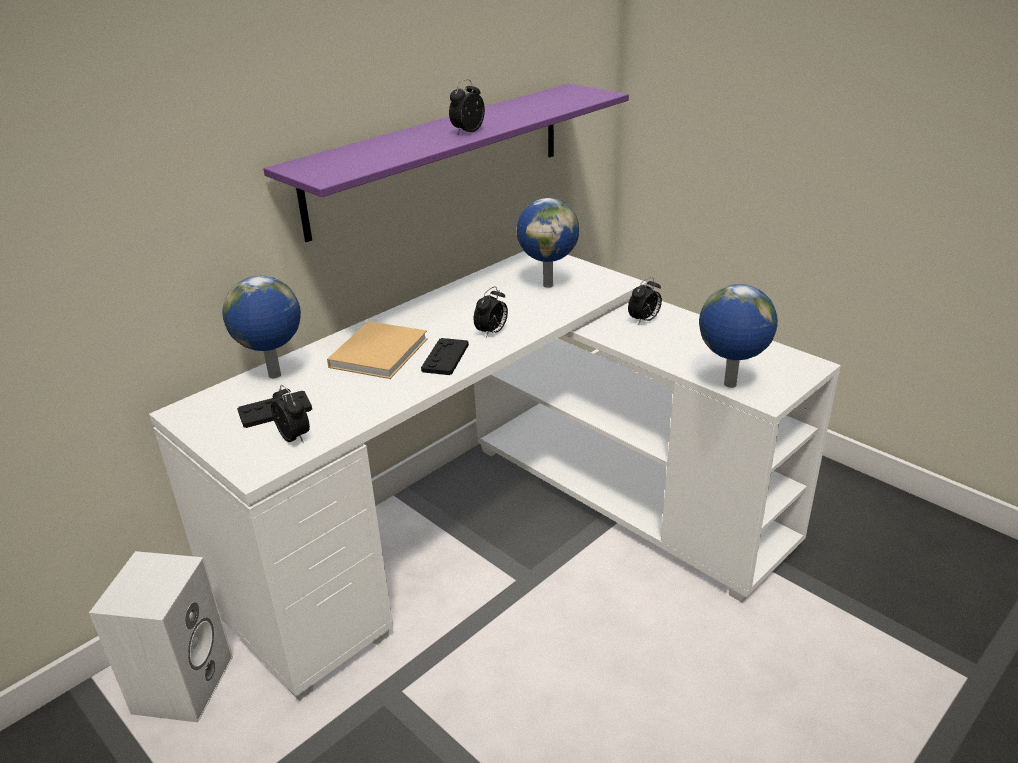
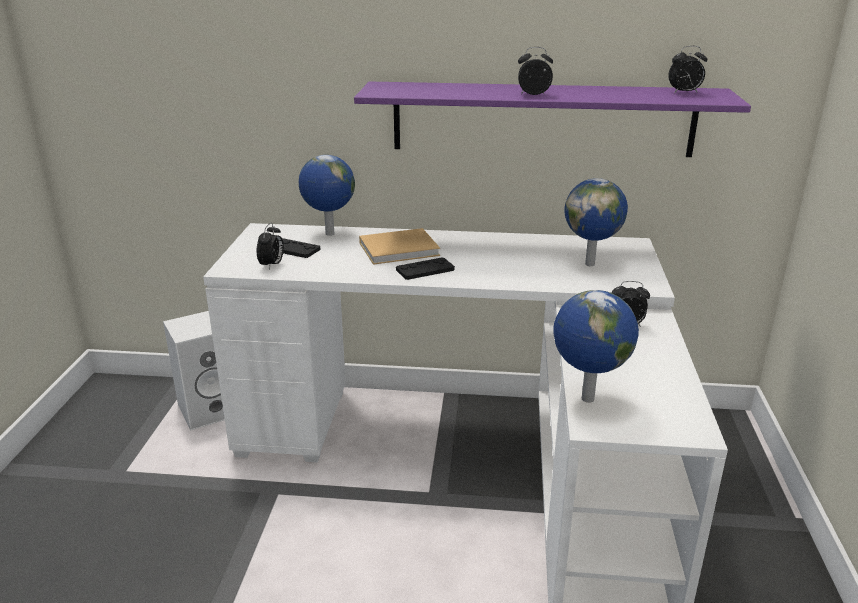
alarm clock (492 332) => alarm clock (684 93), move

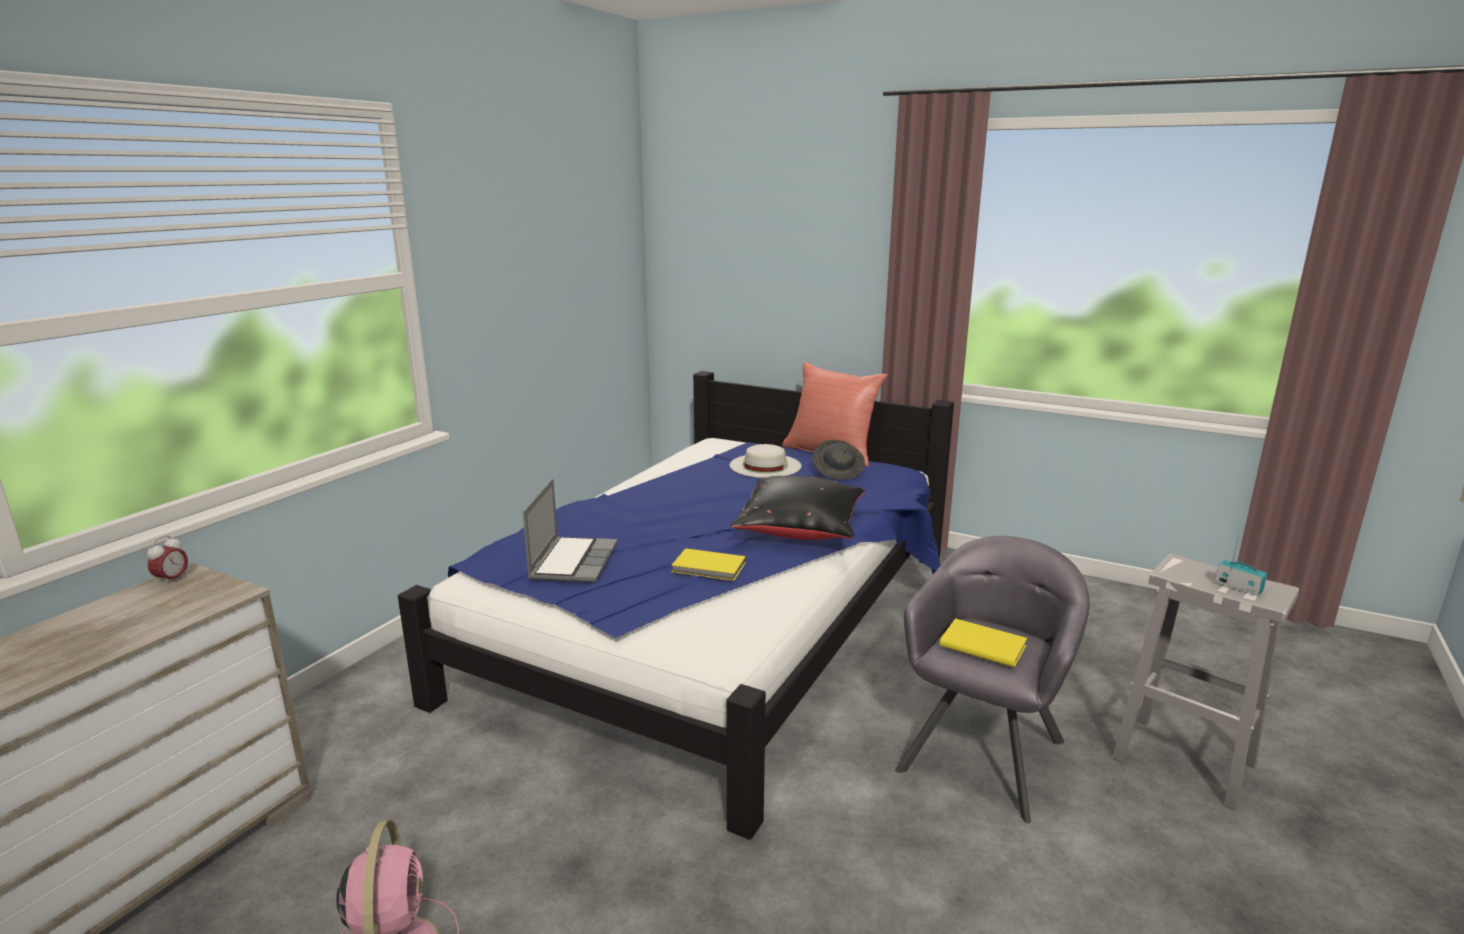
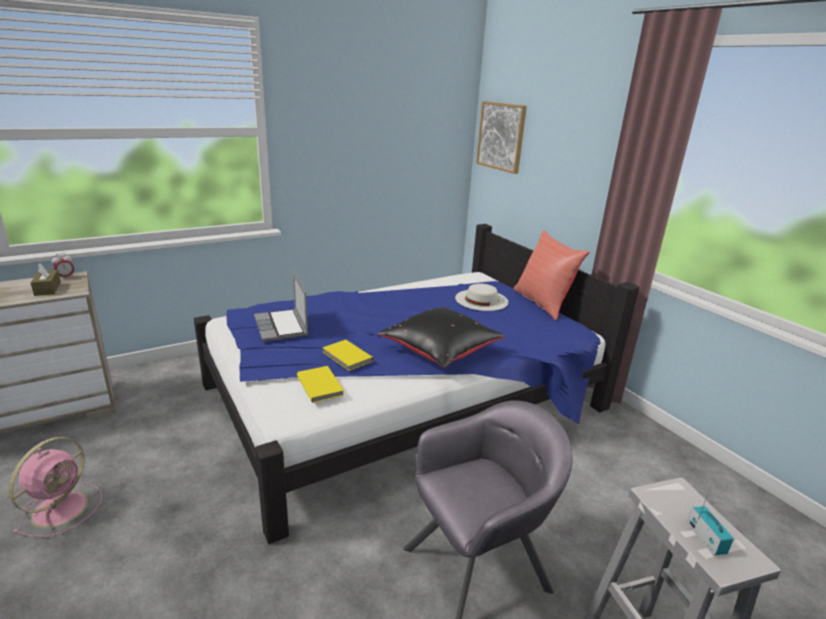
laptop (573 561) => laptop (282 327), 120 degrees clockwise
grey hat (838 472) => nothing
yellow book (982 644) => yellow book (321 385), move
nothing => brown tissue box (47 289)
nothing => picture (501 136)

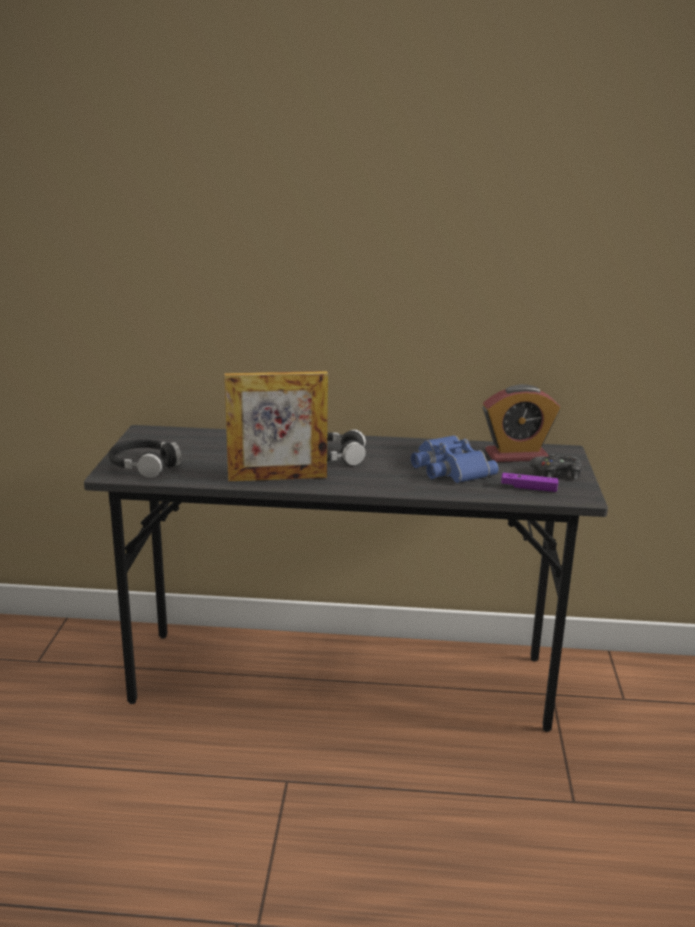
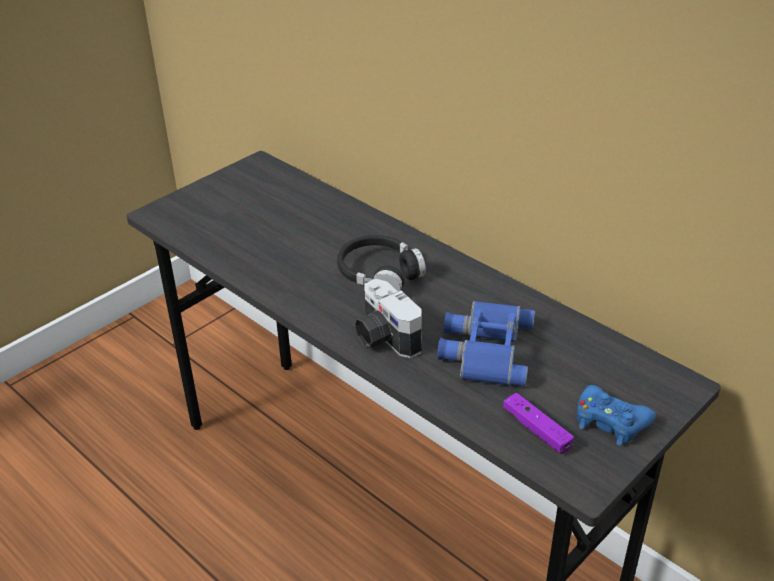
black headphones (144 466) => nothing
picture frame (277 478) => nothing
alarm clock (516 455) => nothing
black game controller (557 474) => blue game controller (610 422)
nothing => photo camera (383 338)

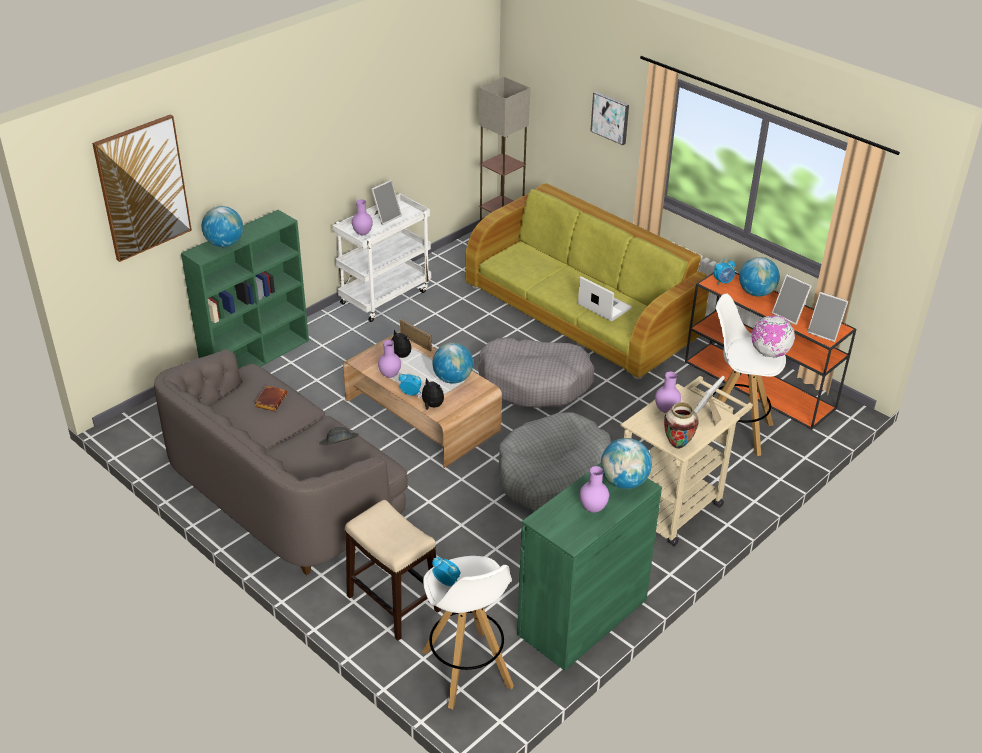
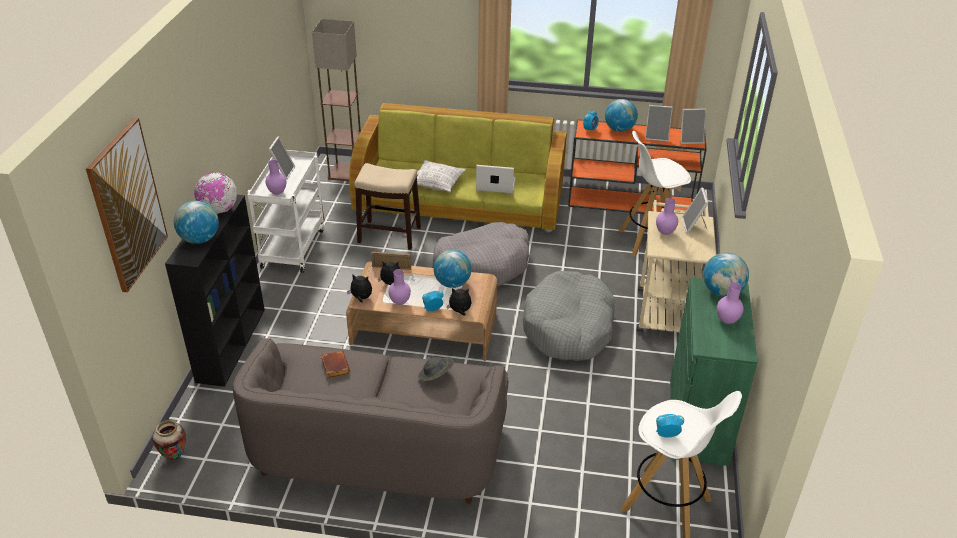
green bookcase (257 357) => black bookcase (231 344)
stool (394 603) => stool (390 235), move
picture (610 117) => nothing
vase (677 445) => vase (175 456), move
globe (769 353) => globe (219 210), move
nothing => plush toy (361 298)
nothing => pillow (437 183)

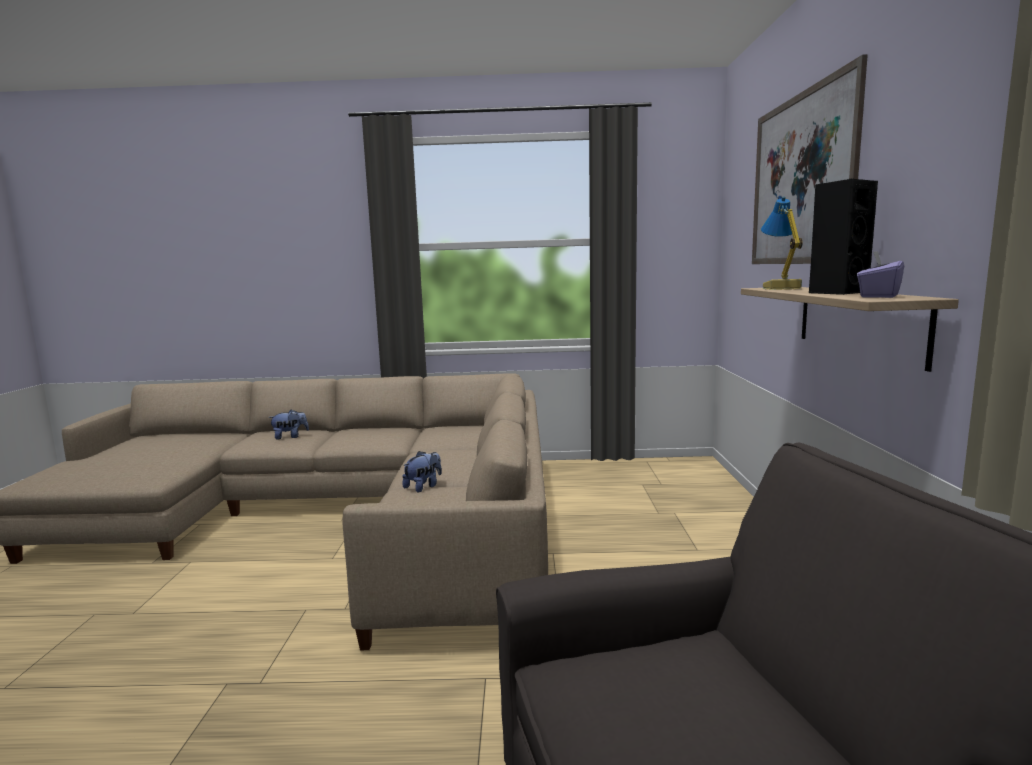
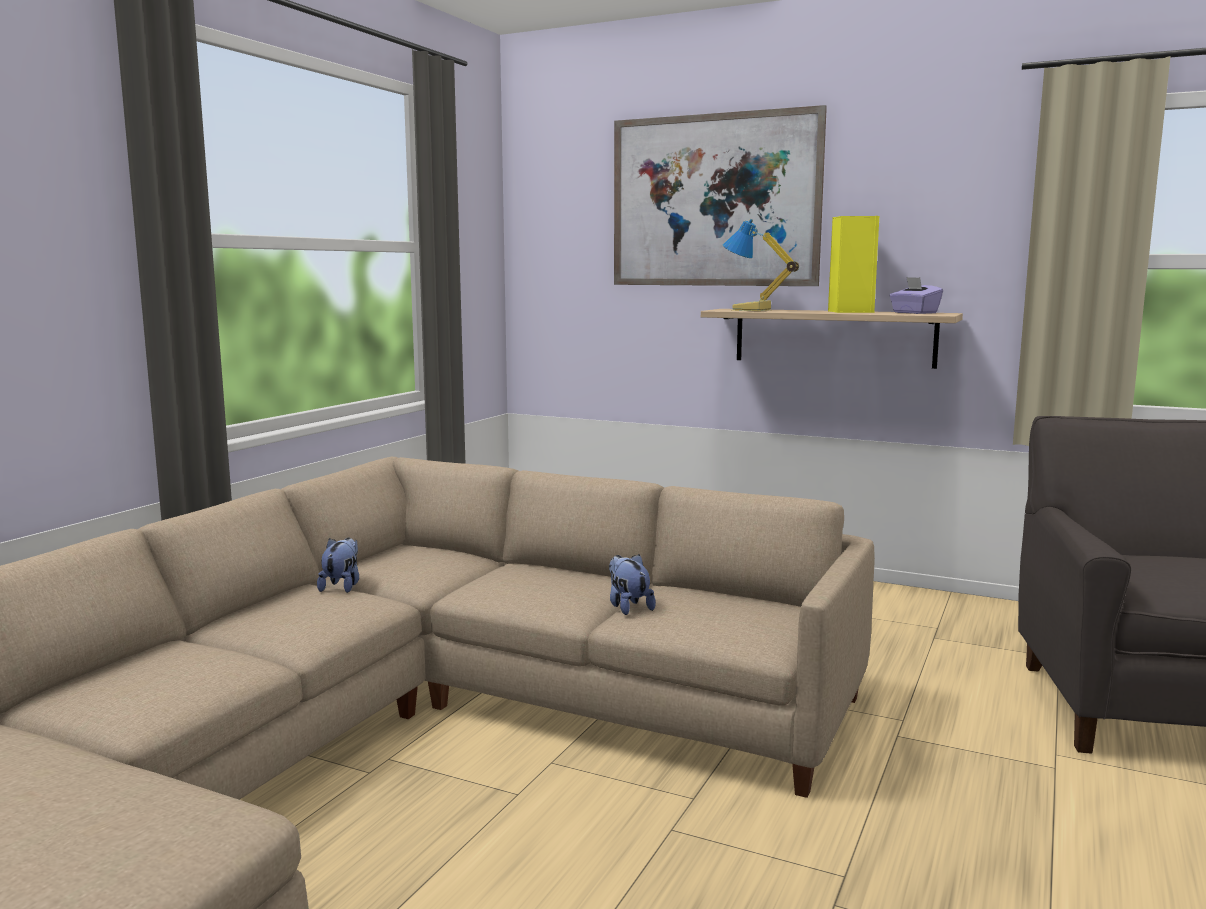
plush toy (290 437) => plush toy (342 586), move
black speaker (836 293) => yellow speaker (849 312)

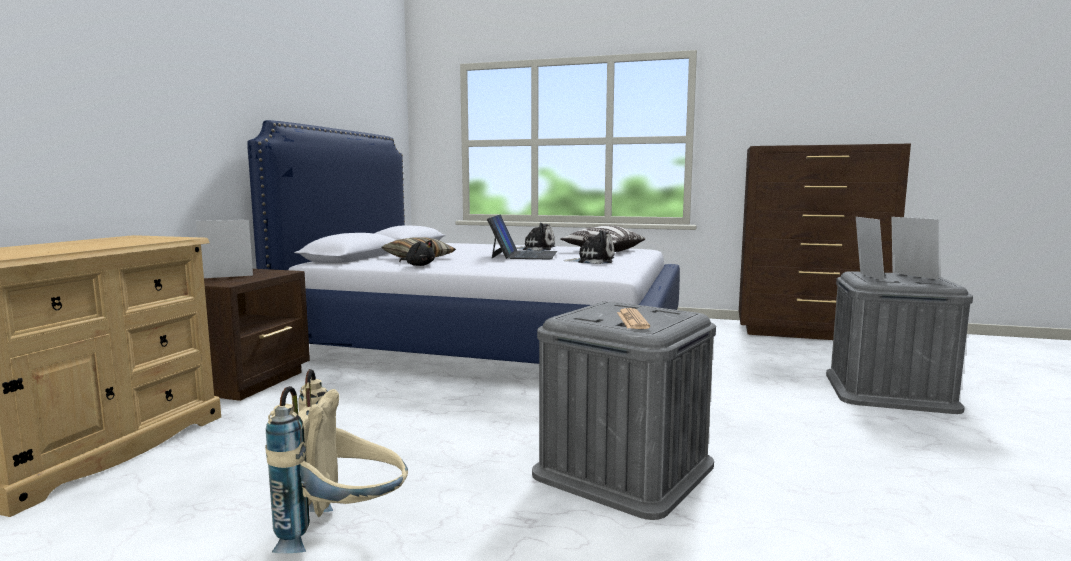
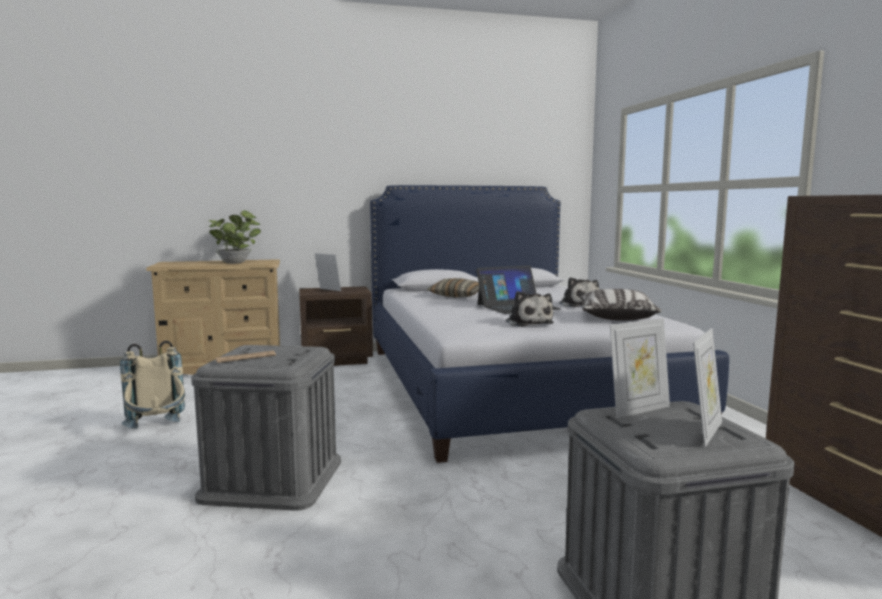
black plush toy (419 265) => nothing
nothing => potted plant (236 262)

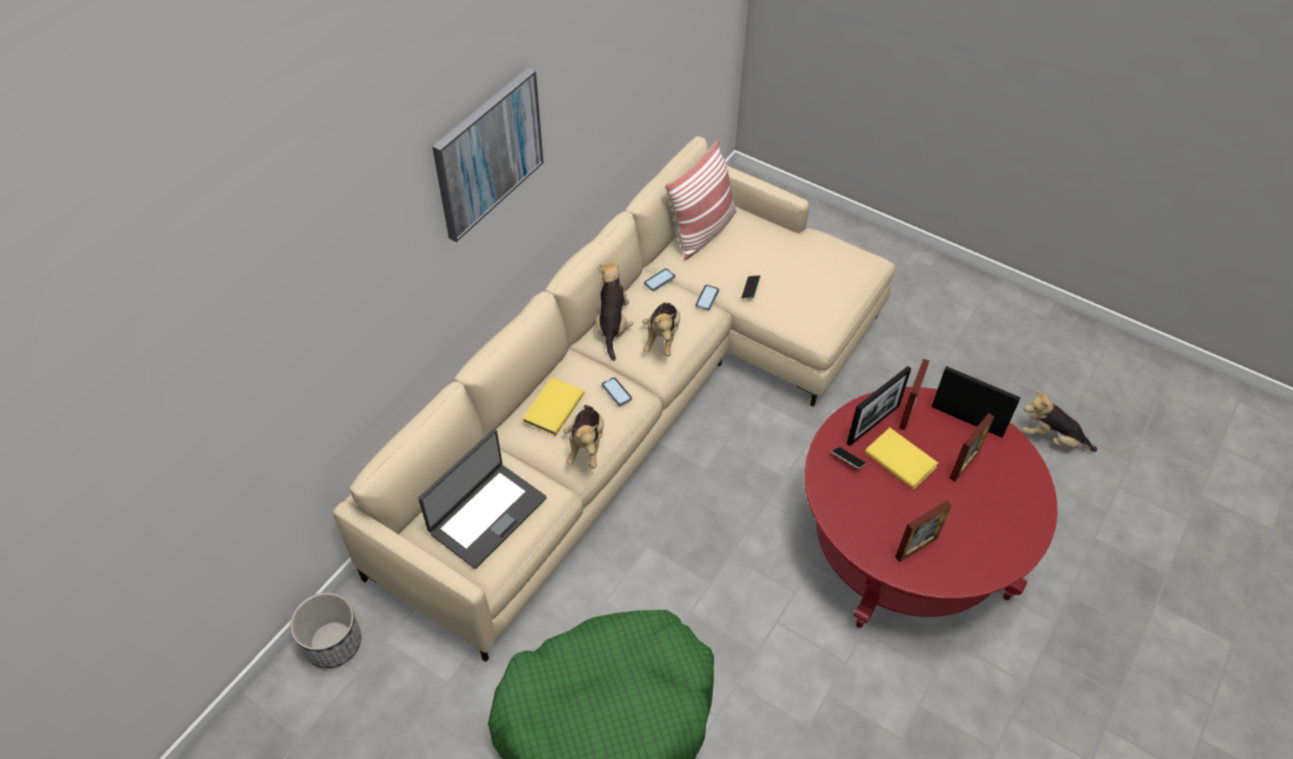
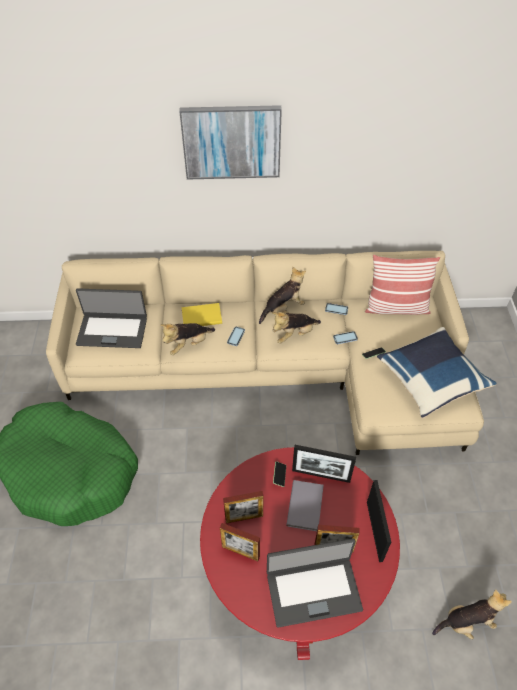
planter (333 643) => nothing
yellow book (900 458) => grey book (306 505)
picture frame (908 412) => picture frame (244 517), move
plush toy (1052 439) => plush toy (467 622), 90 degrees clockwise
nothing => laptop (313 590)
nothing => blue pillow (430 380)

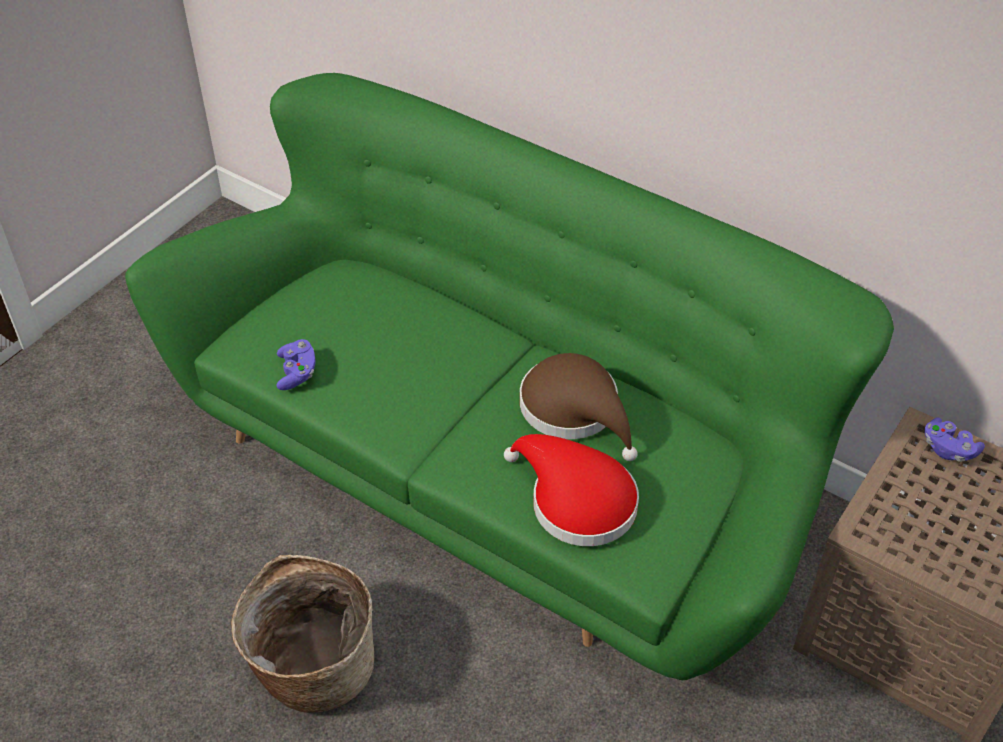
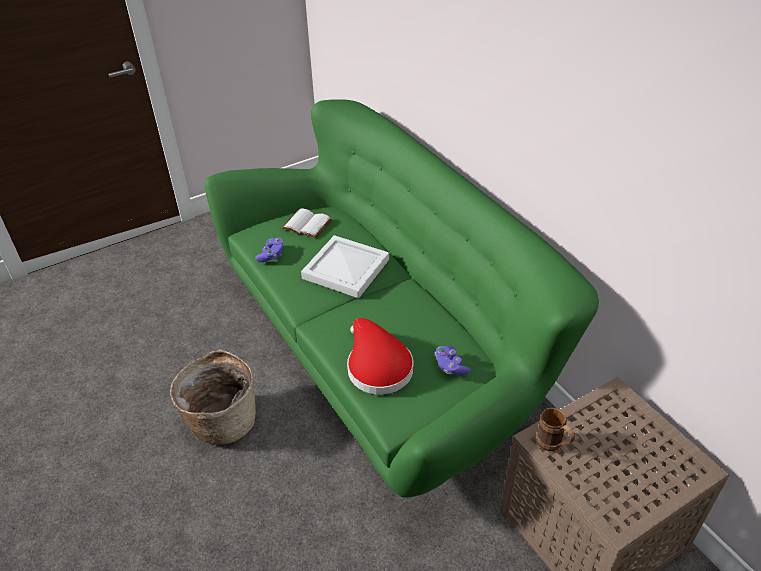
brown hat (575 410) => nothing
purple game controller (948 449) => purple game controller (450 366), move
nothing => white book (305 225)
nothing => white tray (347 268)
nothing => brown mug (553 446)

